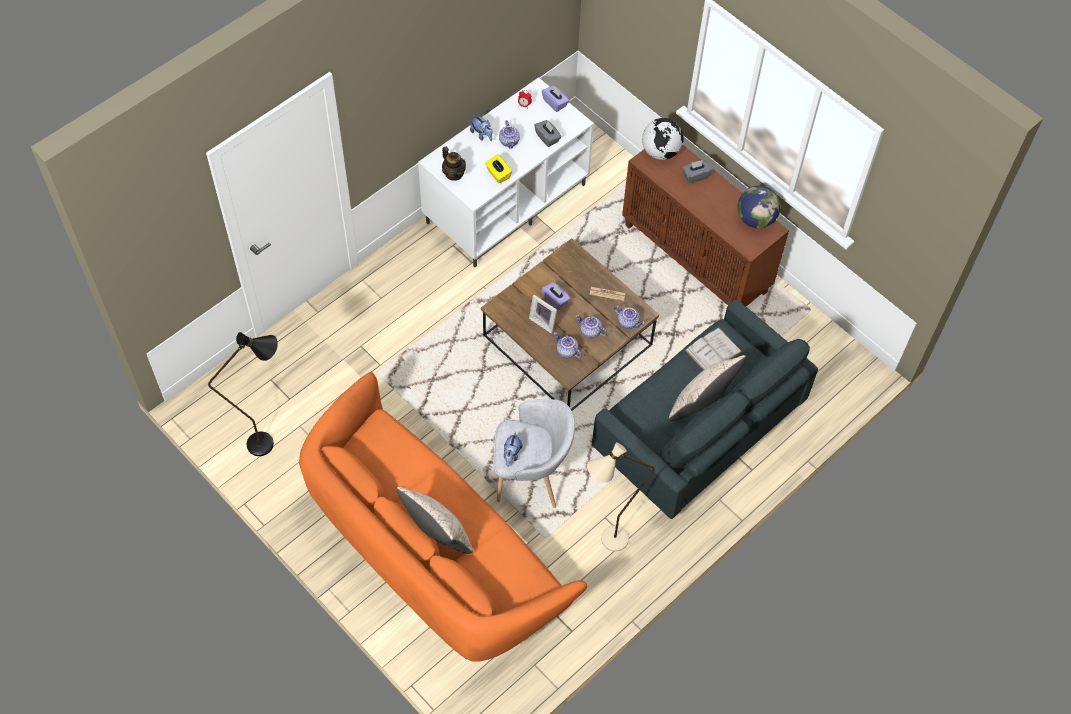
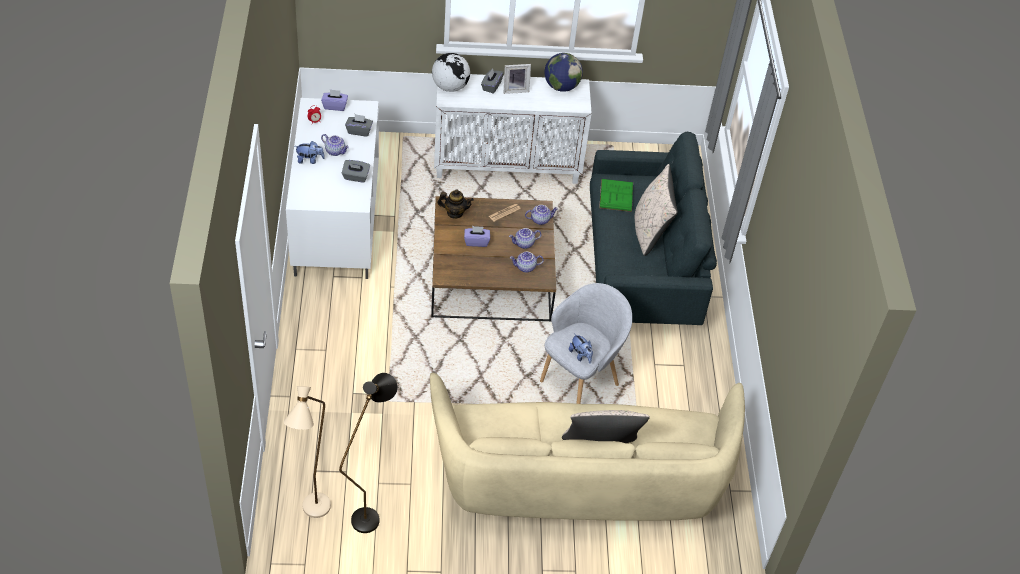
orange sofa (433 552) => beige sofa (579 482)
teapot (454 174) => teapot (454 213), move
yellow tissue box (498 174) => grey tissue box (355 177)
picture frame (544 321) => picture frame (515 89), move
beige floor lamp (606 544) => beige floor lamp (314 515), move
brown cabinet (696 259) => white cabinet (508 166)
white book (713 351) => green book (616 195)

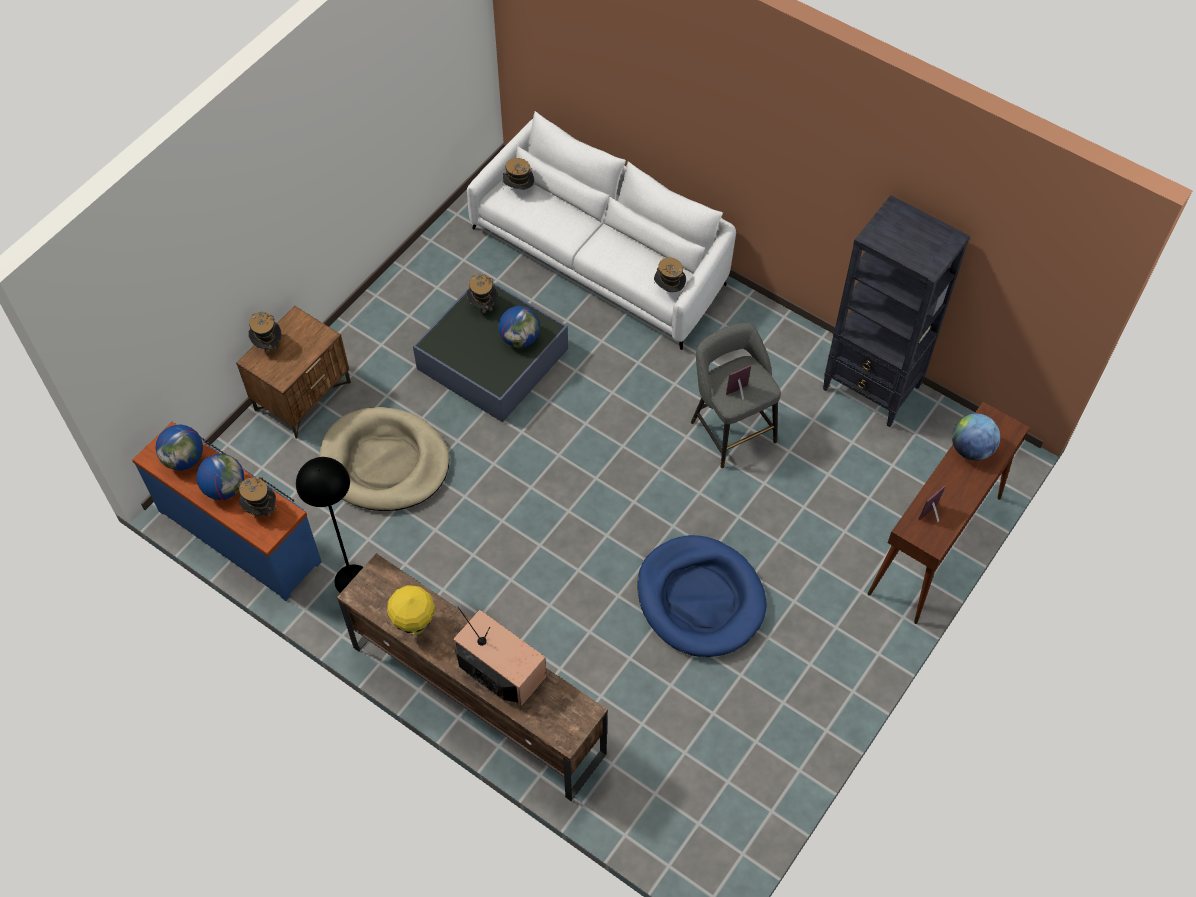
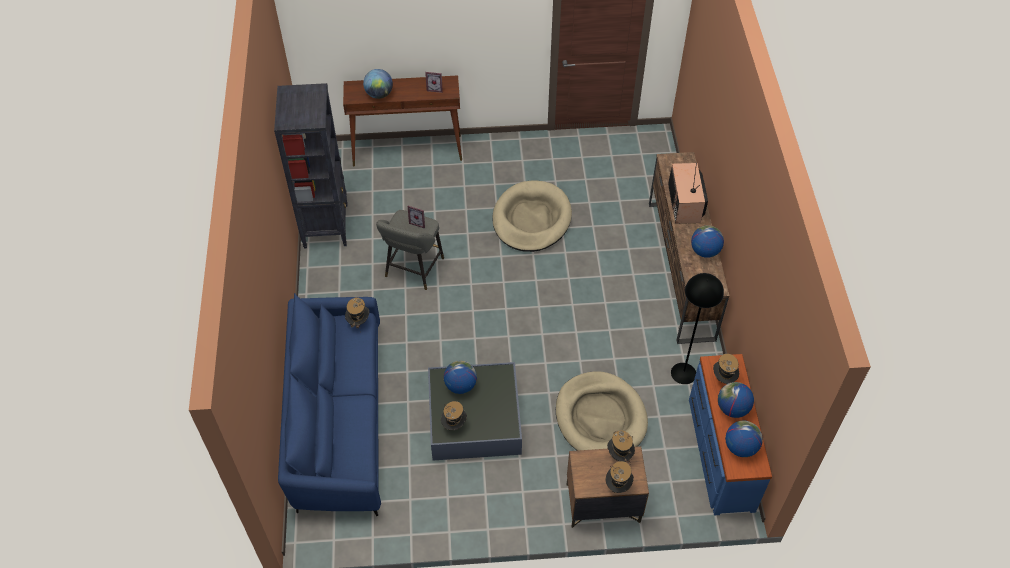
yellow table lamp (415 626) => globe (704 251)
white sofa (602 257) => blue sofa (337 418)
hat (519 189) => hat (619 455), move
blue dog bed (700 599) => beige dog bed (531 219)

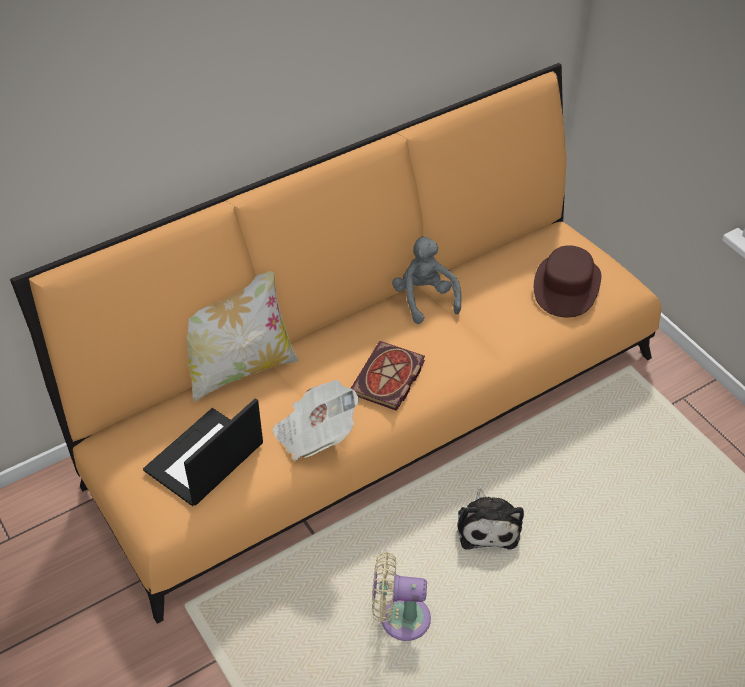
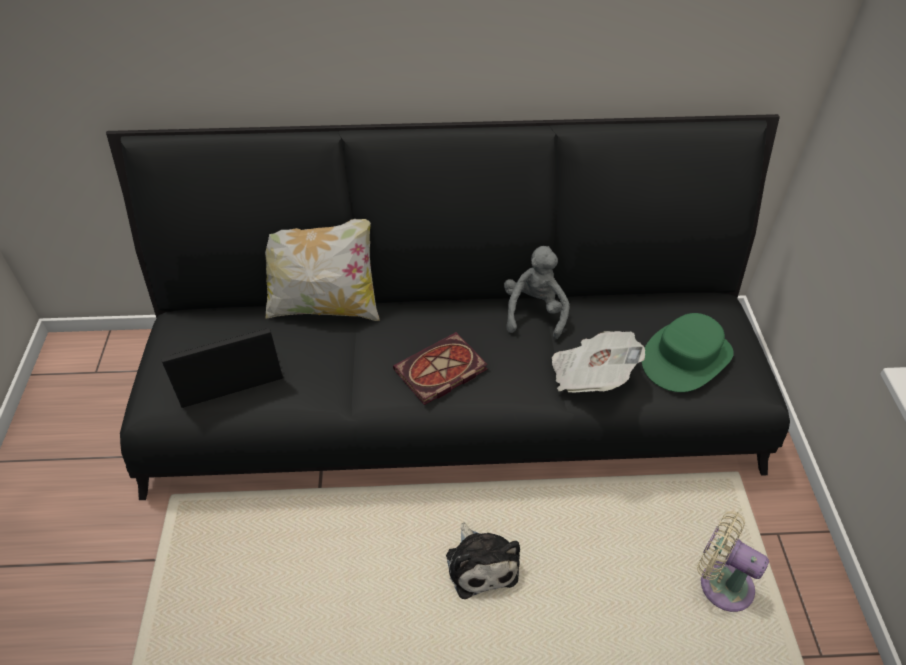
orange sofa (372 408) => black sofa (452 398)
newspaper (315 433) => newspaper (591 376), move
beige fan (399 618) => beige fan (720 582), move
plush toy (487 525) => plush toy (480 563), 45 degrees counterclockwise
brown hat (566 286) => green hat (686 357)

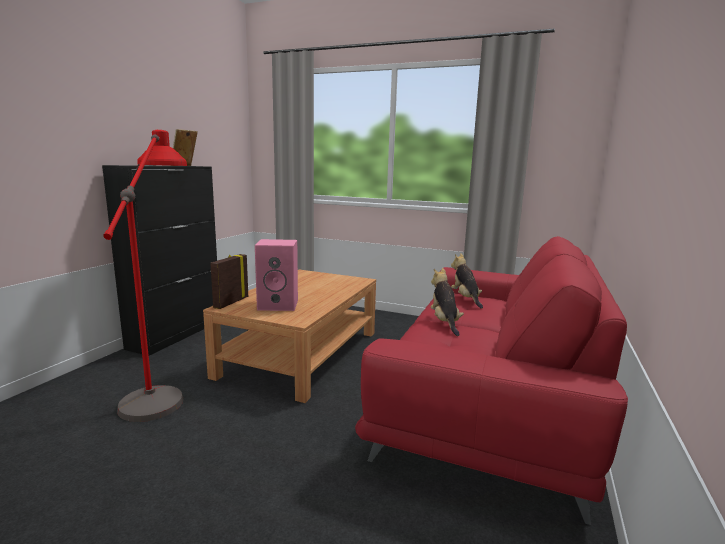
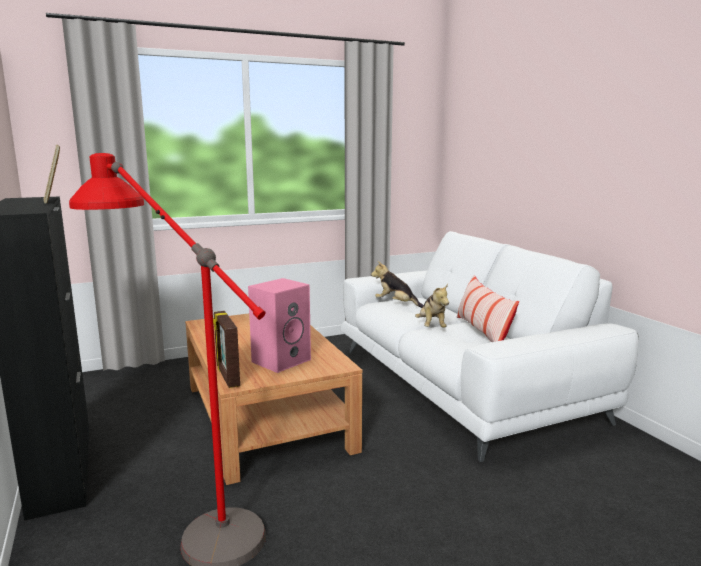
red sofa (488 398) => white sofa (462 383)
plush toy (444 322) => plush toy (431 326), 135 degrees counterclockwise
nothing => pillow (482 332)

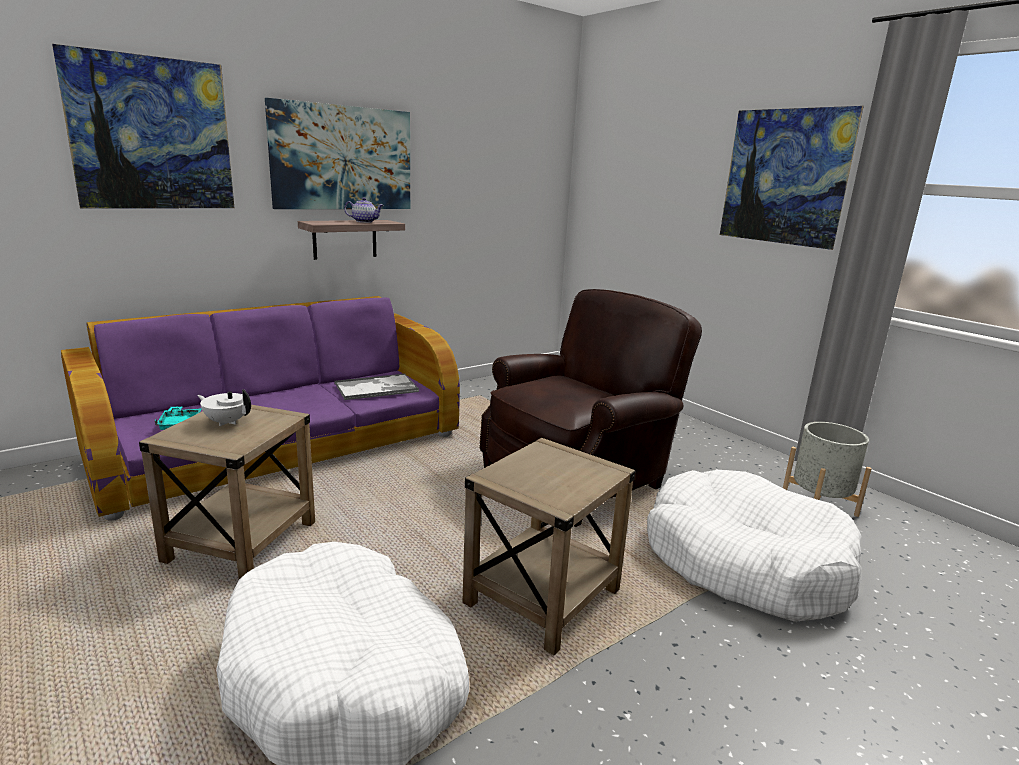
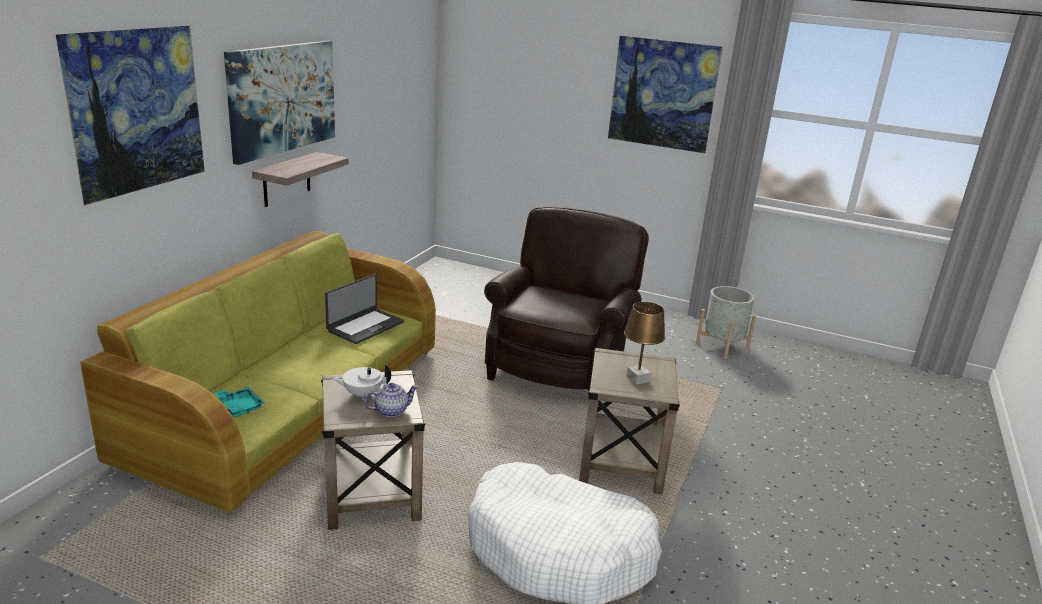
purple sofa (283 445) => green sofa (290 402)
tray (377 388) => laptop (365 326)
teapot (364 221) => teapot (391 410), move
white dog bed (744 562) => nothing
nothing => brown table lamp (638 379)

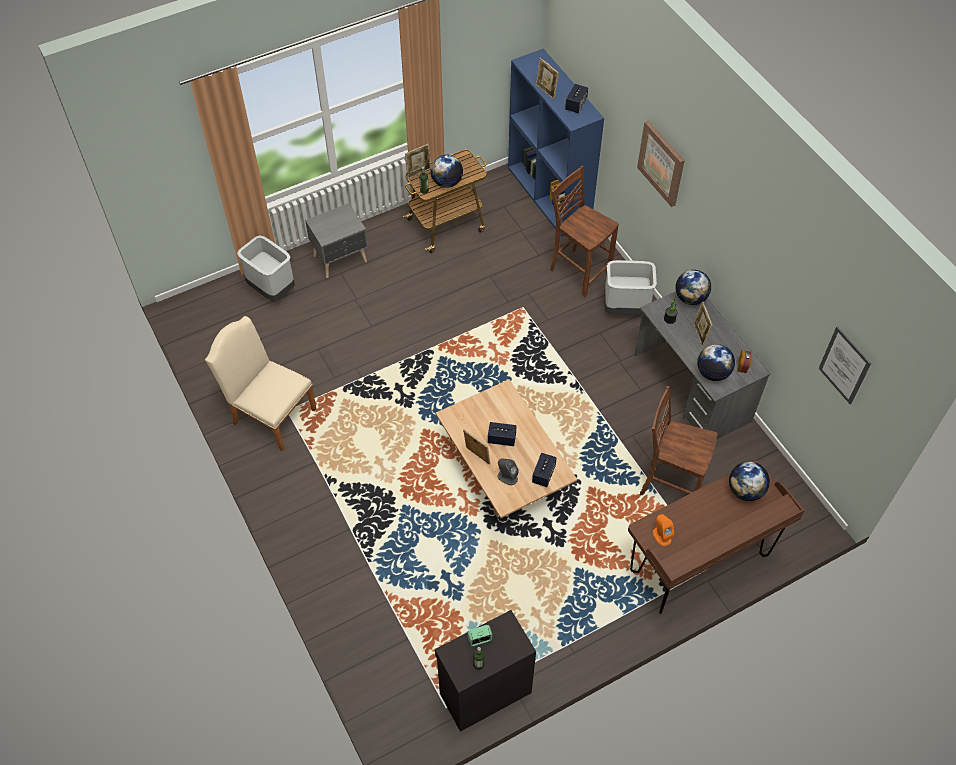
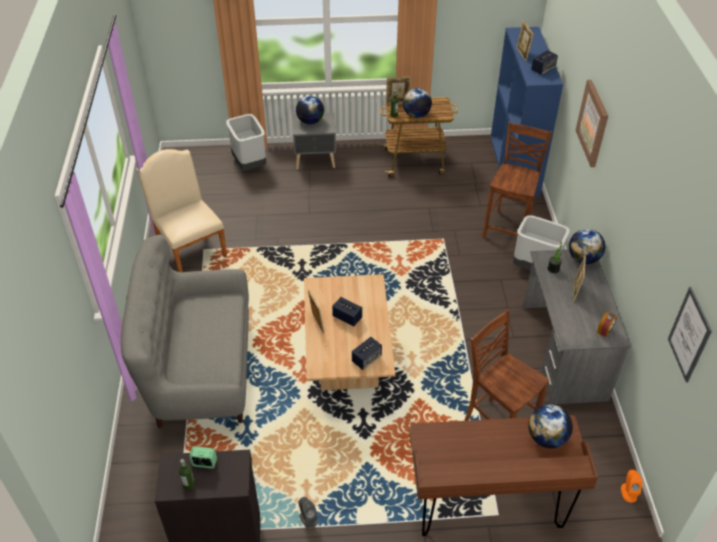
grey speaker (507 477) => grey speaker (308 519), move
brown chair (579 271) => brown chair (508 227), 45 degrees clockwise
orange speaker (661 535) => orange speaker (628 492), move
globe (713 373) => globe (310 121), move
nothing => grey sofa (200 371)

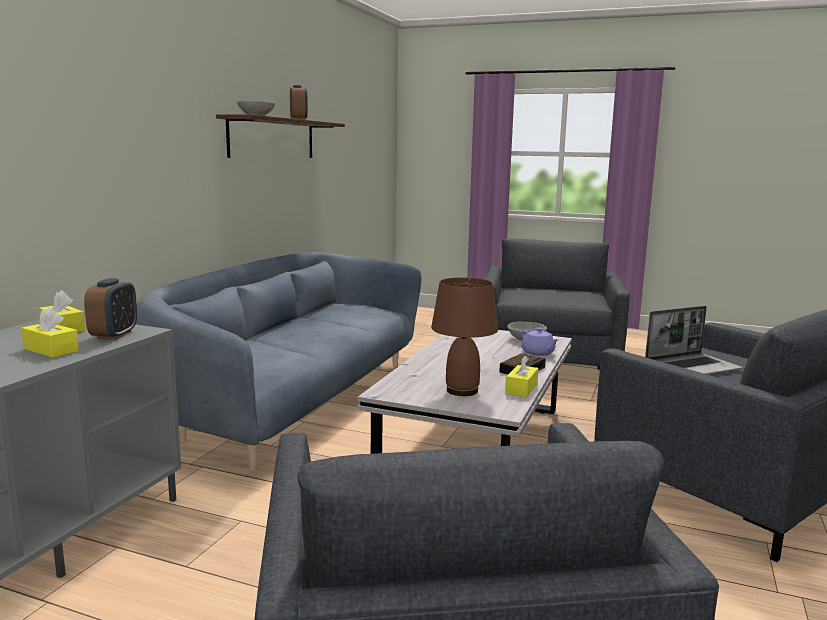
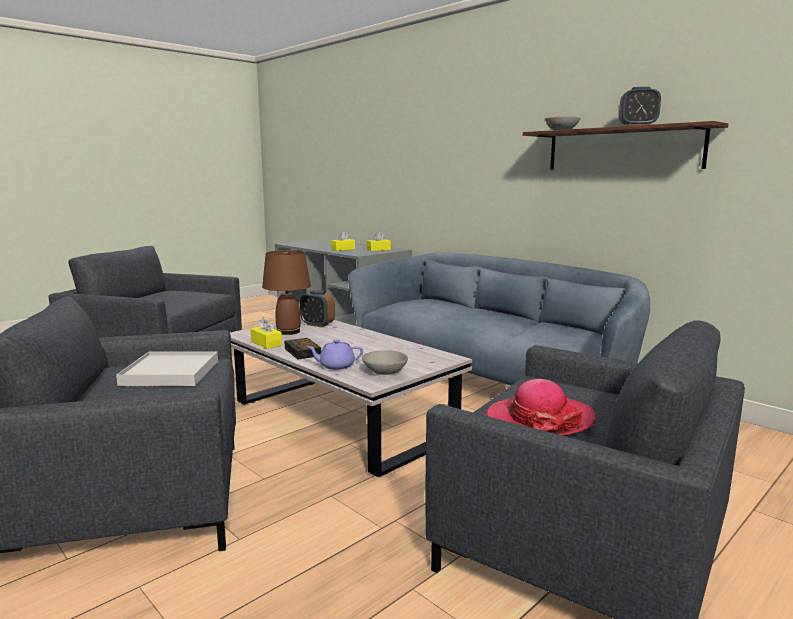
alarm clock (114 335) => alarm clock (317 324), move
laptop (692 367) => white tray (171 373)
nothing => hat (539 420)

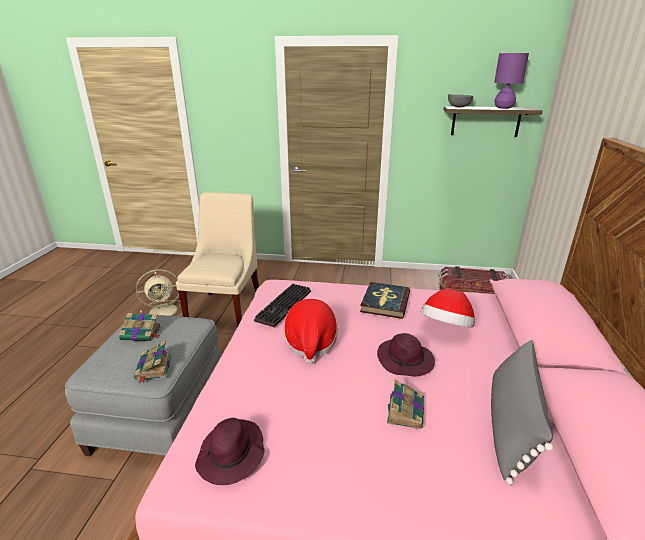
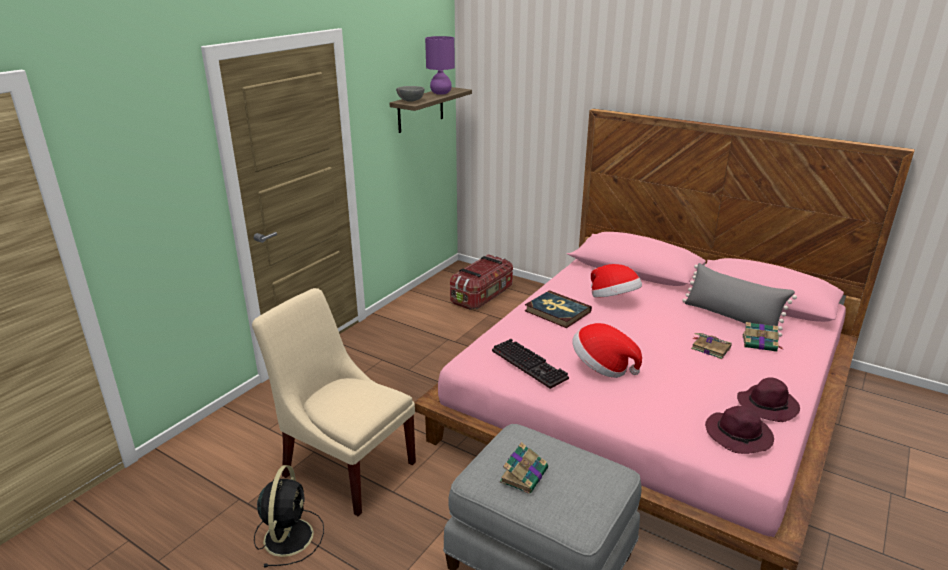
book (153 368) => book (760 343), move
beige fan (164 311) => black fan (289 535)
purple hat (405 361) => purple hat (767 405), move

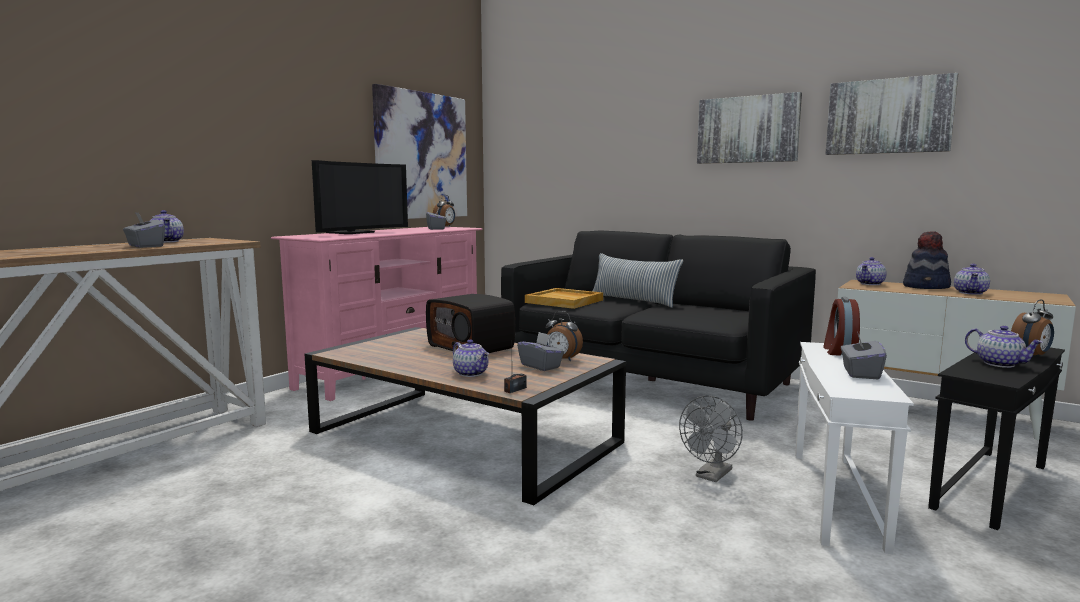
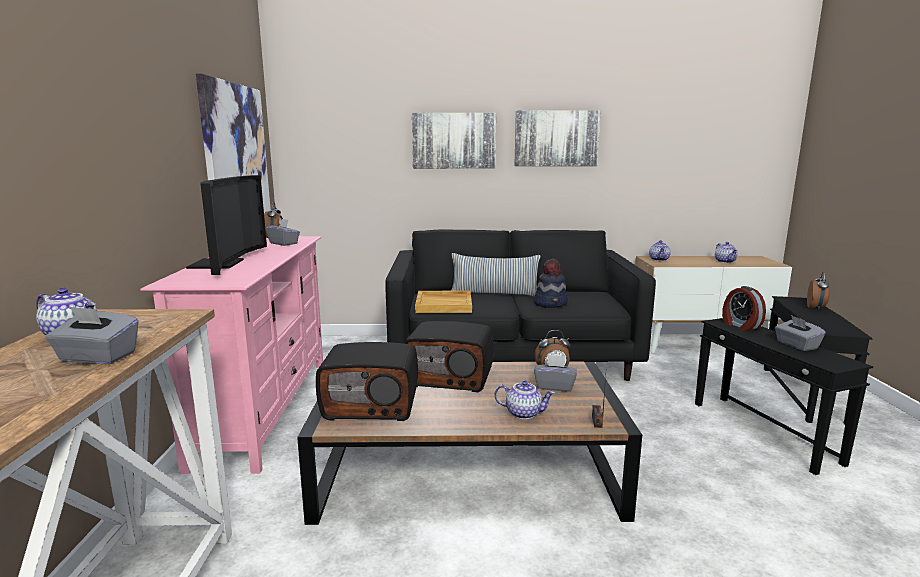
grey fan (711 476) => nothing
white side table (834 497) => black side table (762 432)
picture (888 116) => picture (454 141), move
hat (926 287) => hat (551 303), move
teapot (1000 364) => nothing
nothing => radio (372 405)

